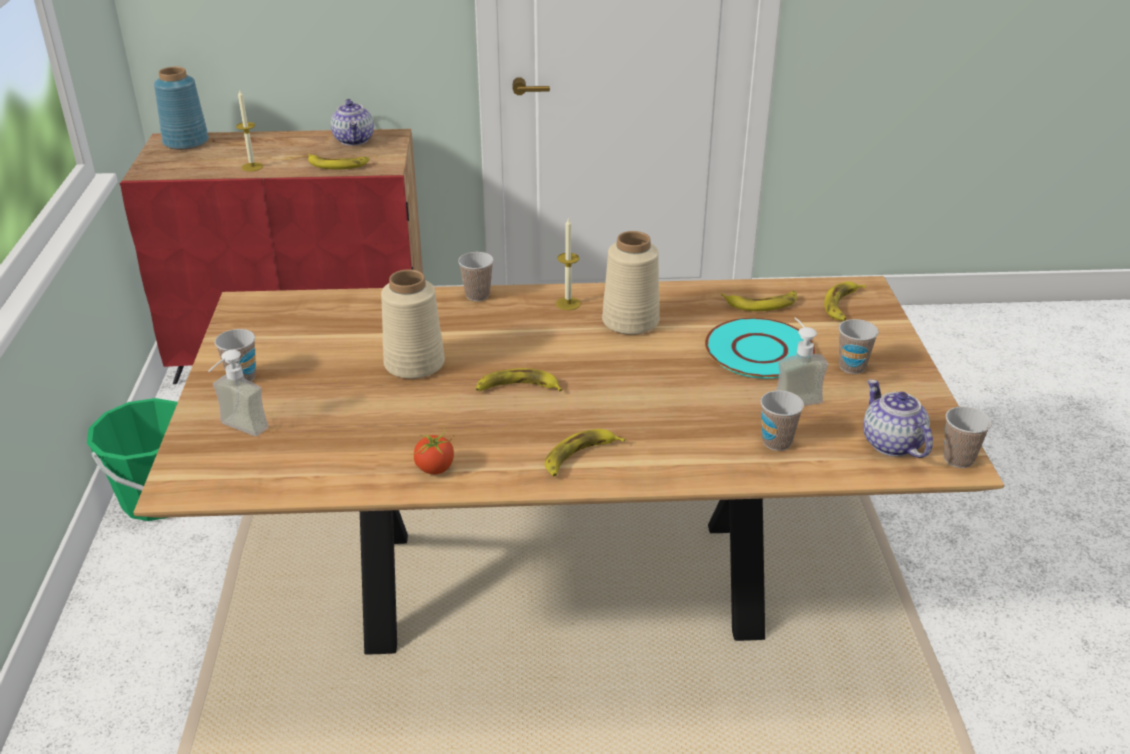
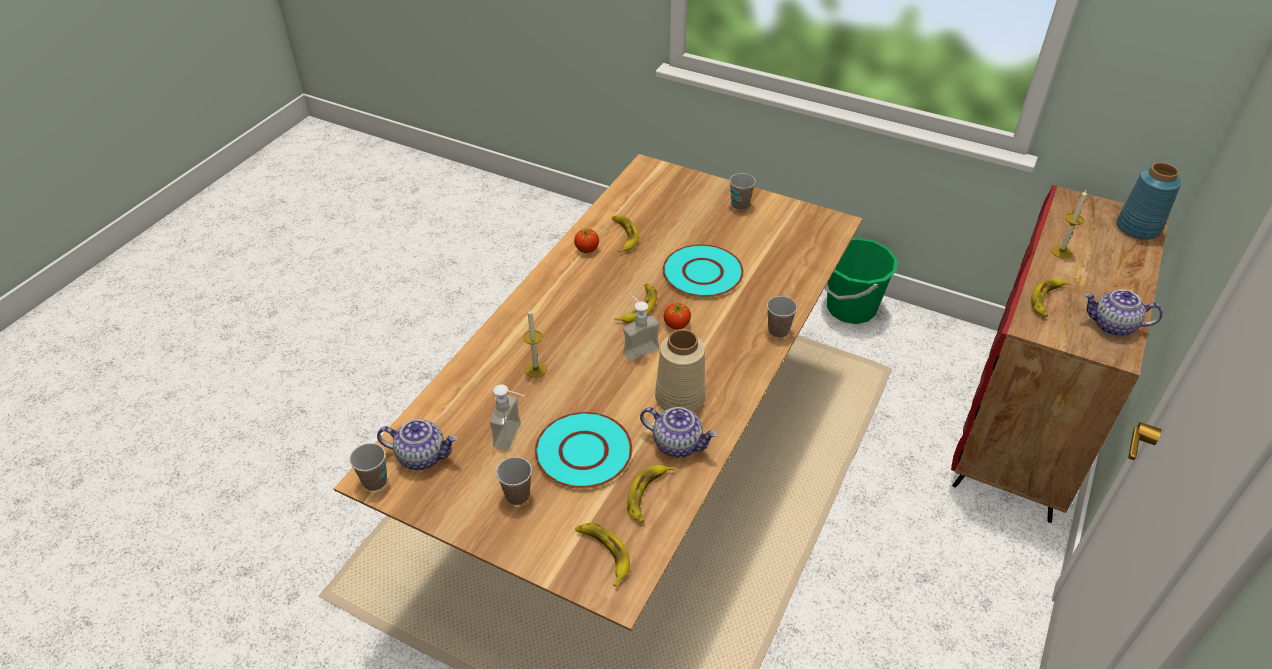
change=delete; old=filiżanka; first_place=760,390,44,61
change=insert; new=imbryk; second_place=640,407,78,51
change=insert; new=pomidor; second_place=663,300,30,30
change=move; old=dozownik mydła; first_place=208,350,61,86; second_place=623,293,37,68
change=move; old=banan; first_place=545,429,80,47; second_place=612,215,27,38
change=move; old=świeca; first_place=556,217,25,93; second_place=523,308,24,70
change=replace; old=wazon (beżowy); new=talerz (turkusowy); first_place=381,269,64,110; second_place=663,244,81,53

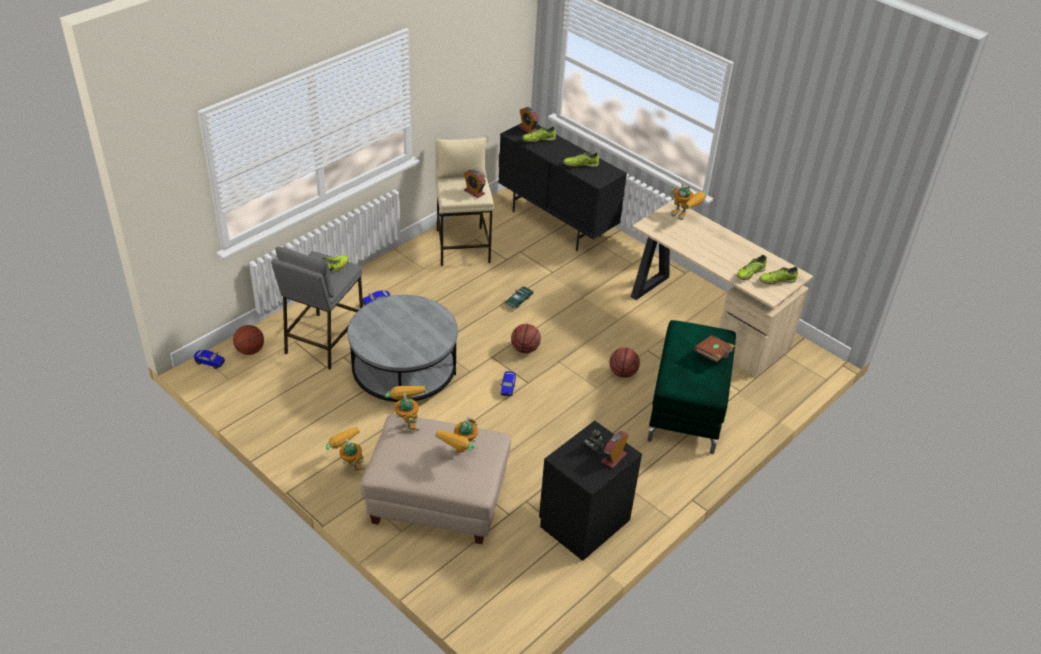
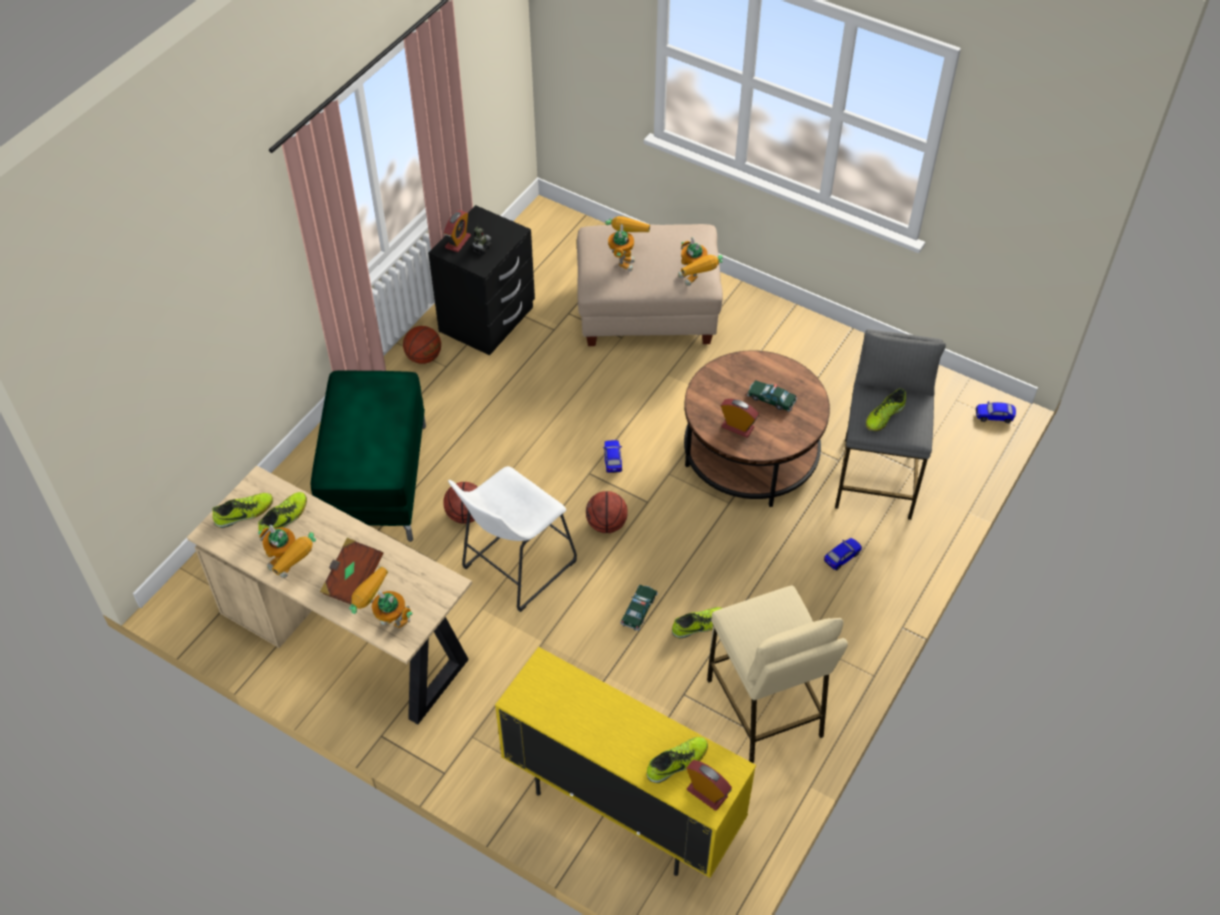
change=insert; new=stołek (biały); second_place=448,466,129,146
change=insert; new=samochodzik; second_place=747,380,50,32
change=move; old=piłka do koszykówki; first_place=233,325,31,30; second_place=403,326,38,38
change=move; old=robot zabawkowy; first_place=326,427,39,44; second_place=258,525,58,53
change=move; old=budzik; first_place=464,170,22,28; second_place=721,399,38,39
change=move; old=but; first_place=563,152,36,15; second_place=672,607,50,31
change=move; old=książka (brązowy); first_place=693,335,42,28; second_place=320,538,63,67
change=recolor; old=ława (szary); new=ława (brązowy); first_place=348,295,110,107; second_place=684,350,146,157
change=recolor; old=szafka (czarny); new=szafka (żółty); first_place=498,123,129,128; second_place=495,647,261,231

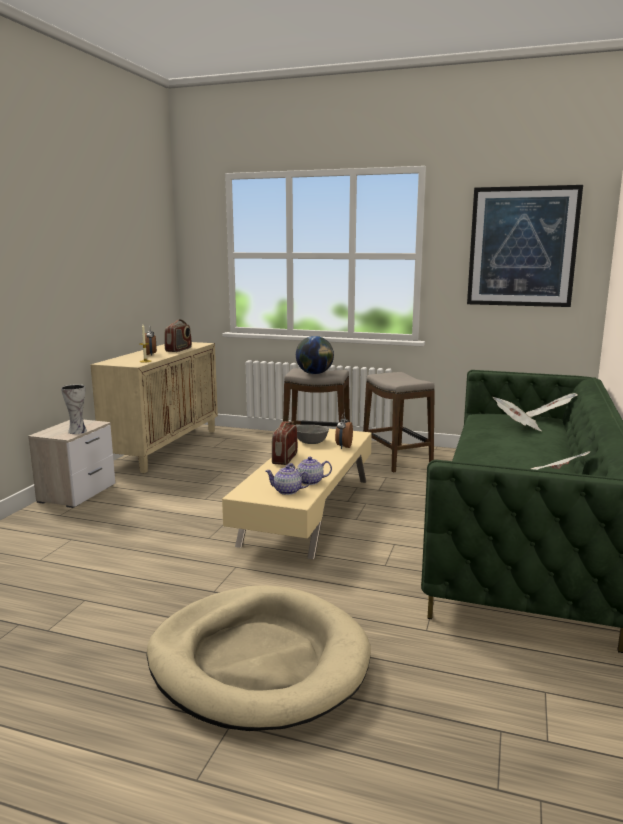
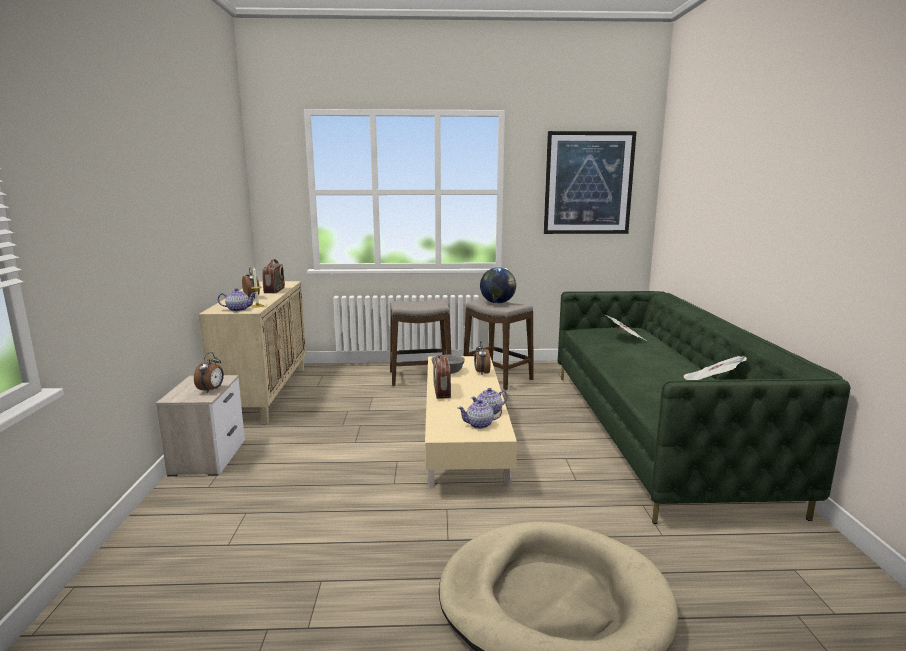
change=delete; old=gazeta; first_place=526,393,52,24
change=insert; new=imbryk; second_place=218,288,38,24
change=move; old=globus; first_place=296,336,38,38; second_place=480,267,36,37
change=replace; old=wazon; new=budzik; first_place=61,384,26,50; second_place=194,352,30,41

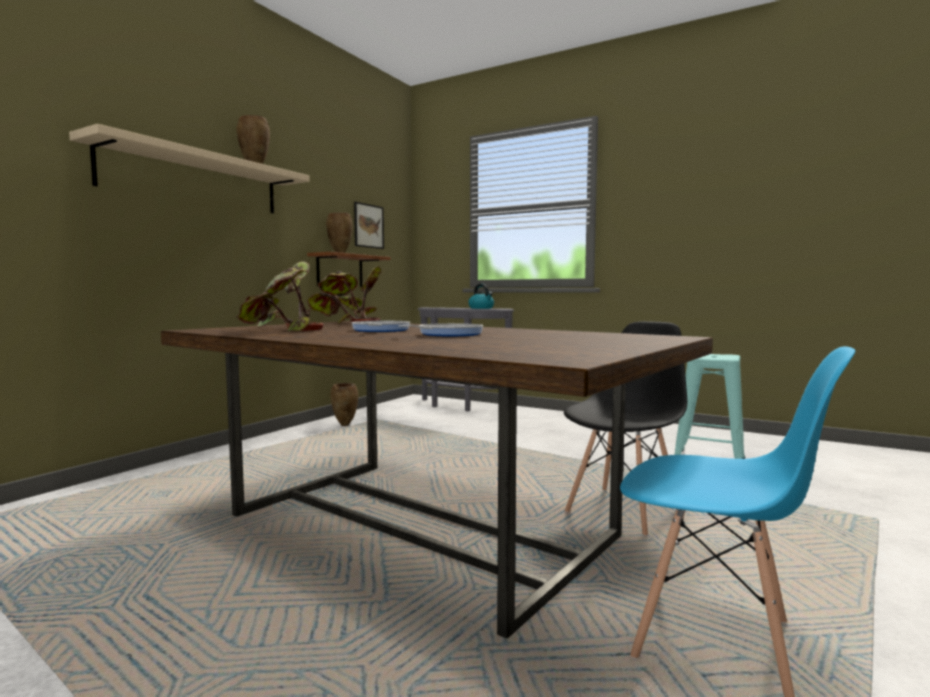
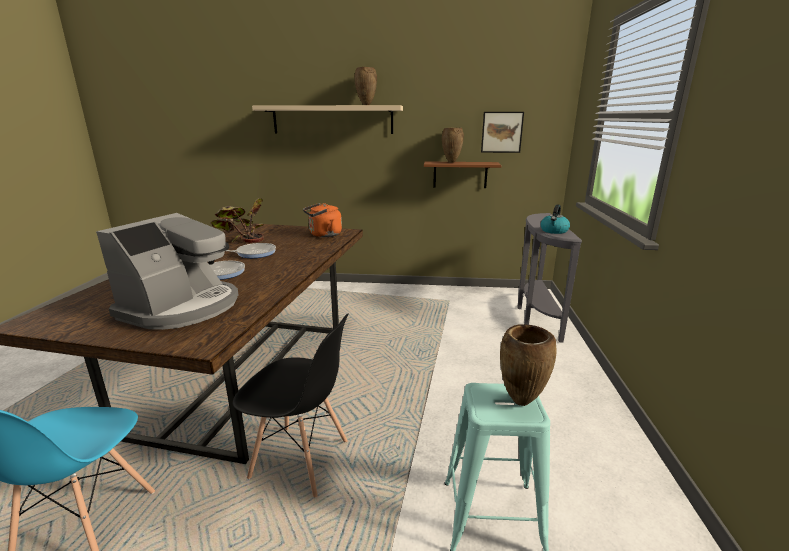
change=insert; new=ekspres do kawy; second_place=96,213,142,117
change=move; old=wazon (brązowy); first_place=331,383,27,43; second_place=500,324,56,82
change=replace; old=roślina doniczkowa; new=czajnik (pomarańczowy); first_place=307,266,75,58; second_place=303,203,39,34

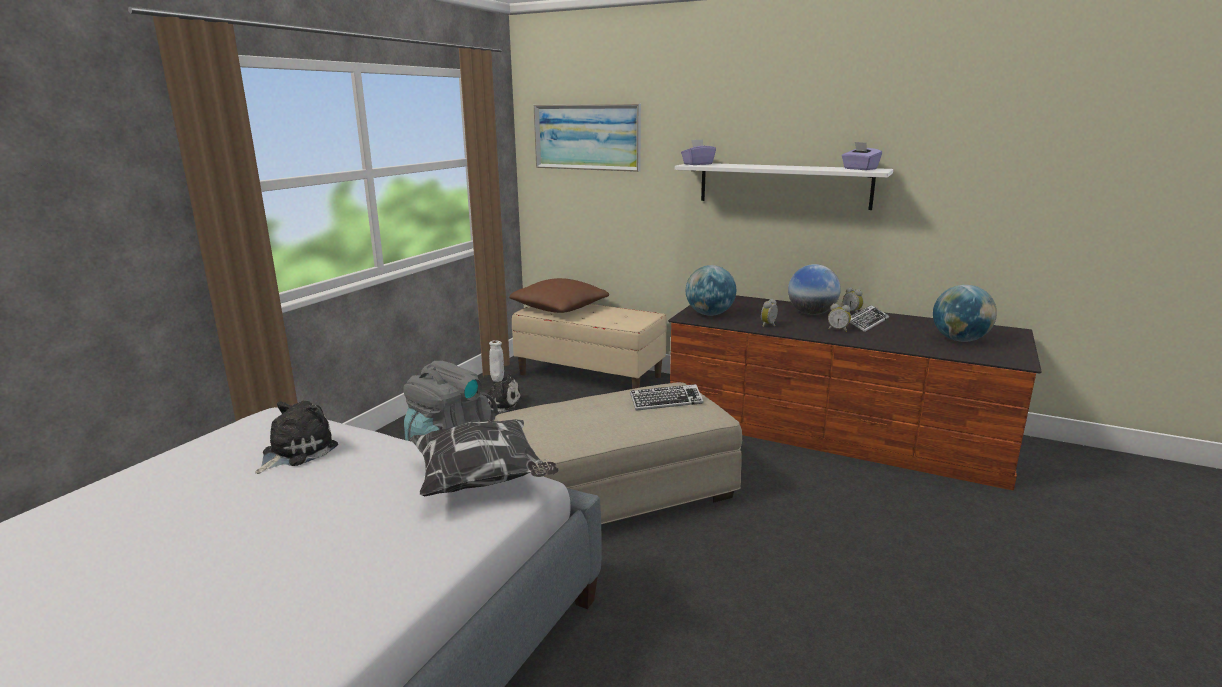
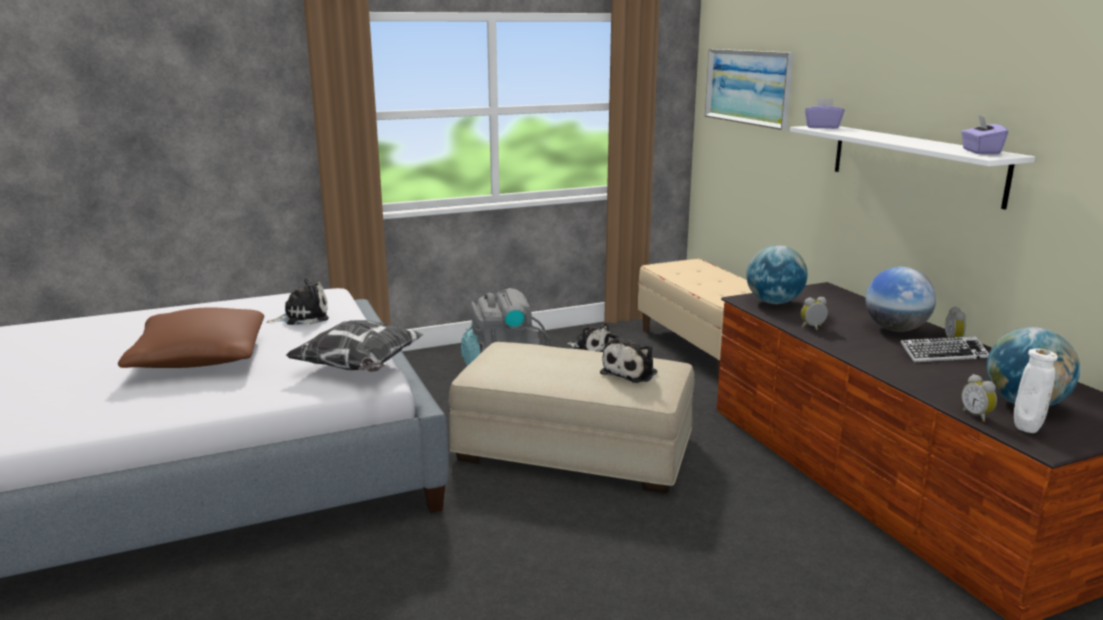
change=move; old=wazon (biały); first_place=489,340,15,42; second_place=1014,349,44,84
change=move; old=poduszka (brązowy); first_place=509,278,100,35; second_place=118,307,146,61
change=move; old=budzik; first_place=828,304,23,28; second_place=962,374,35,48
change=replace; old=klawiatura; new=pluszak; first_place=630,384,74,27; second_place=600,332,57,51

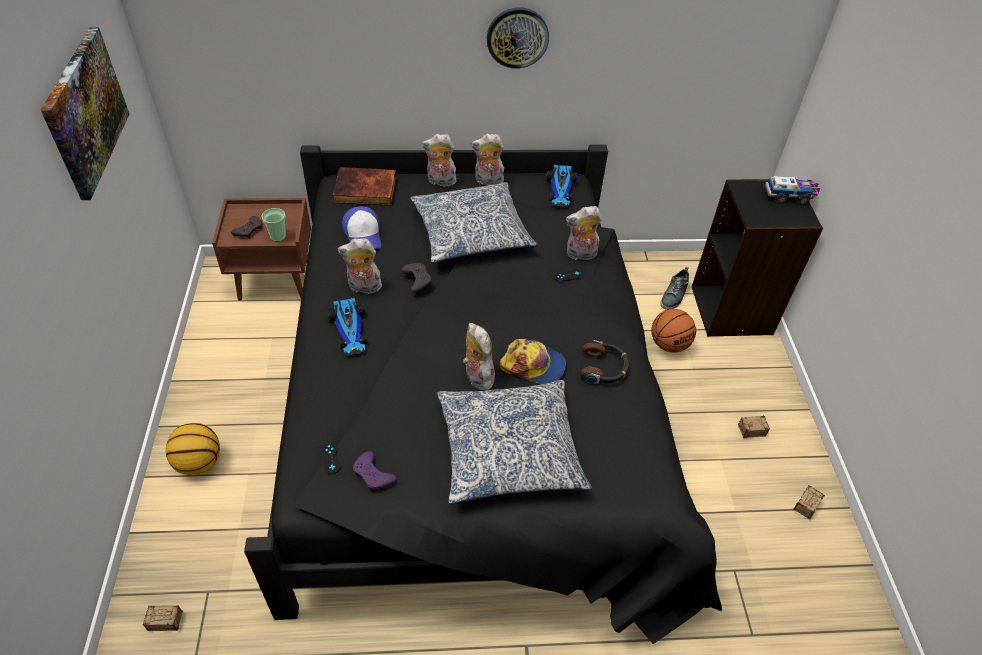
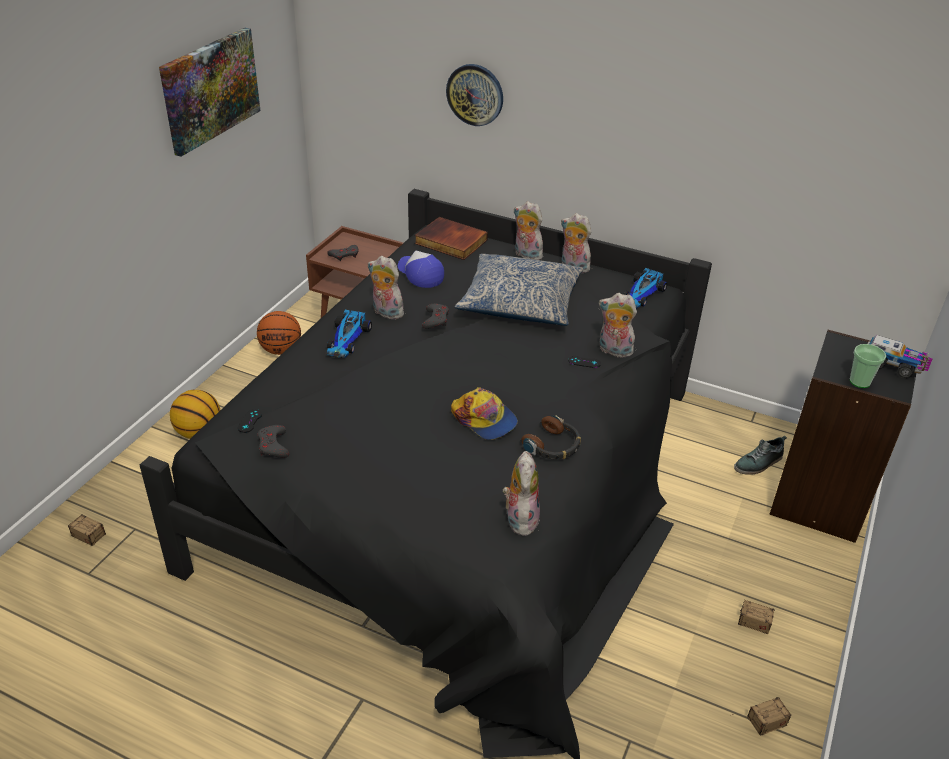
change=delete; old=poduszka; first_place=437,380,155,124
change=move; old=filiżanka; first_place=261,208,25,34; second_place=850,344,36,44
change=move; old=pluszak; first_place=463,323,32,67; second_place=503,451,37,85
change=move; old=zegar ścienny; first_place=487,7,62,61; second_place=446,64,57,62
change=move; old=piłka do koszykówki; first_place=651,309,45,44; second_place=257,311,44,44
change=recolor; old=pad do gier (fioletowy); new=pad do gier (szary); first_place=353,451,44,39; second_place=258,425,31,33
change=rotate; old=czapka z daszkiem; first_place=342,206,39,43; second_place=398,251,46,37; degrees=135

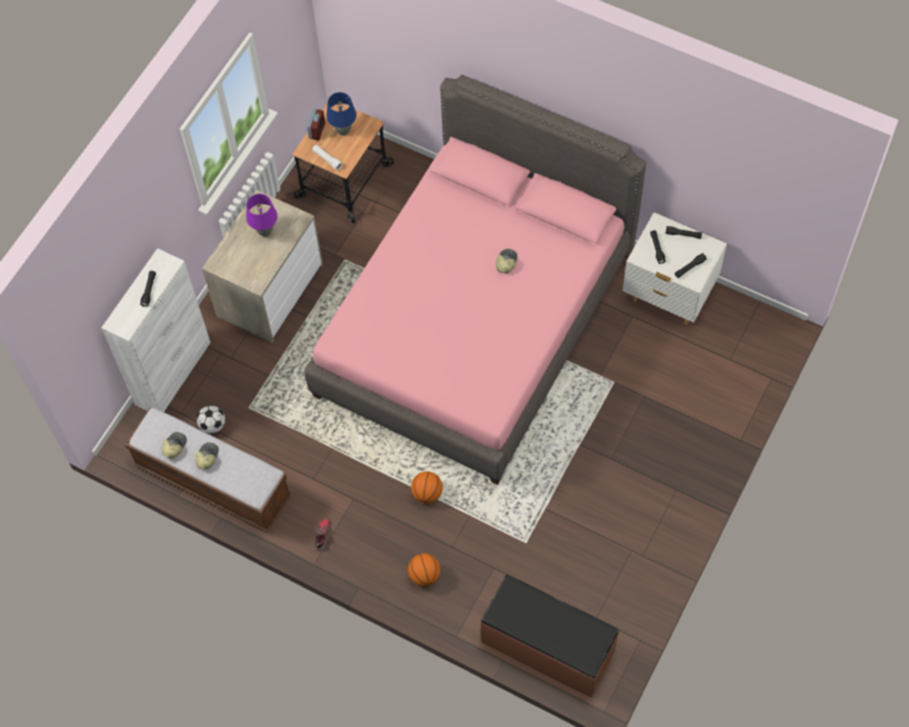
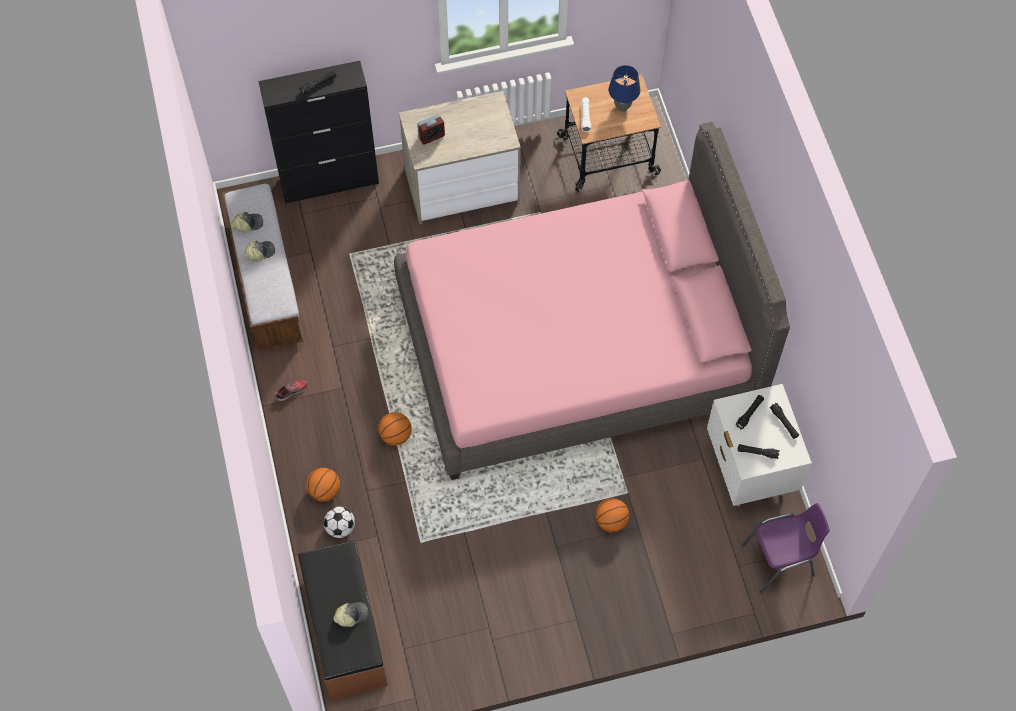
change=delete; old=lampa stołowa (fioletowy); first_place=246,194,31,43
change=insert; new=piłka do koszykówki; second_place=596,498,34,34
change=insert; new=krzesło (fioletowy); second_place=742,503,88,91
change=move; old=piłka futbolowa; first_place=197,405,28,29; second_place=324,507,31,31
change=move; old=budzik; first_place=307,109,18,32; second_place=417,114,28,31
change=move; old=czapka z daszkiem; first_place=496,249,21,25; second_place=333,602,35,25
change=recolor; old=szafka (biały); new=szafka (czarny); first_place=101,248,110,164; second_place=258,61,121,142

